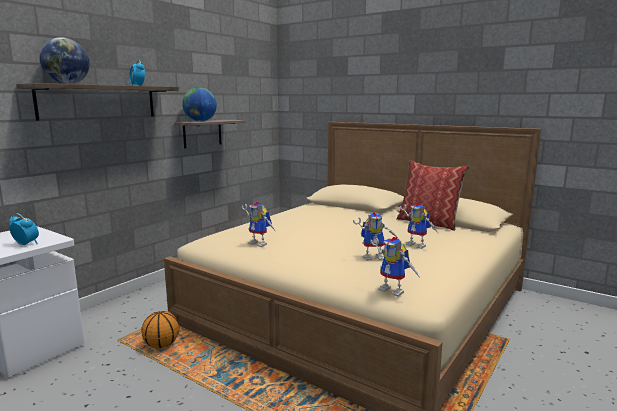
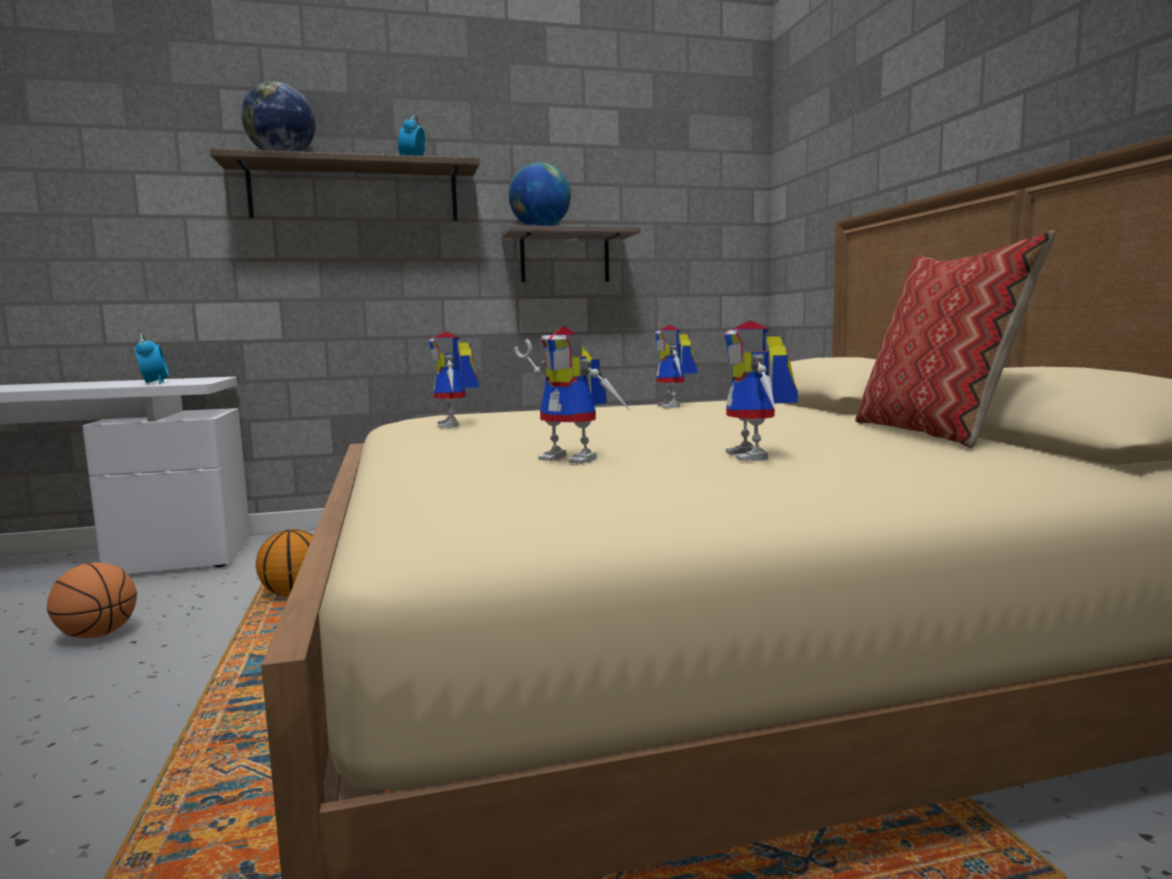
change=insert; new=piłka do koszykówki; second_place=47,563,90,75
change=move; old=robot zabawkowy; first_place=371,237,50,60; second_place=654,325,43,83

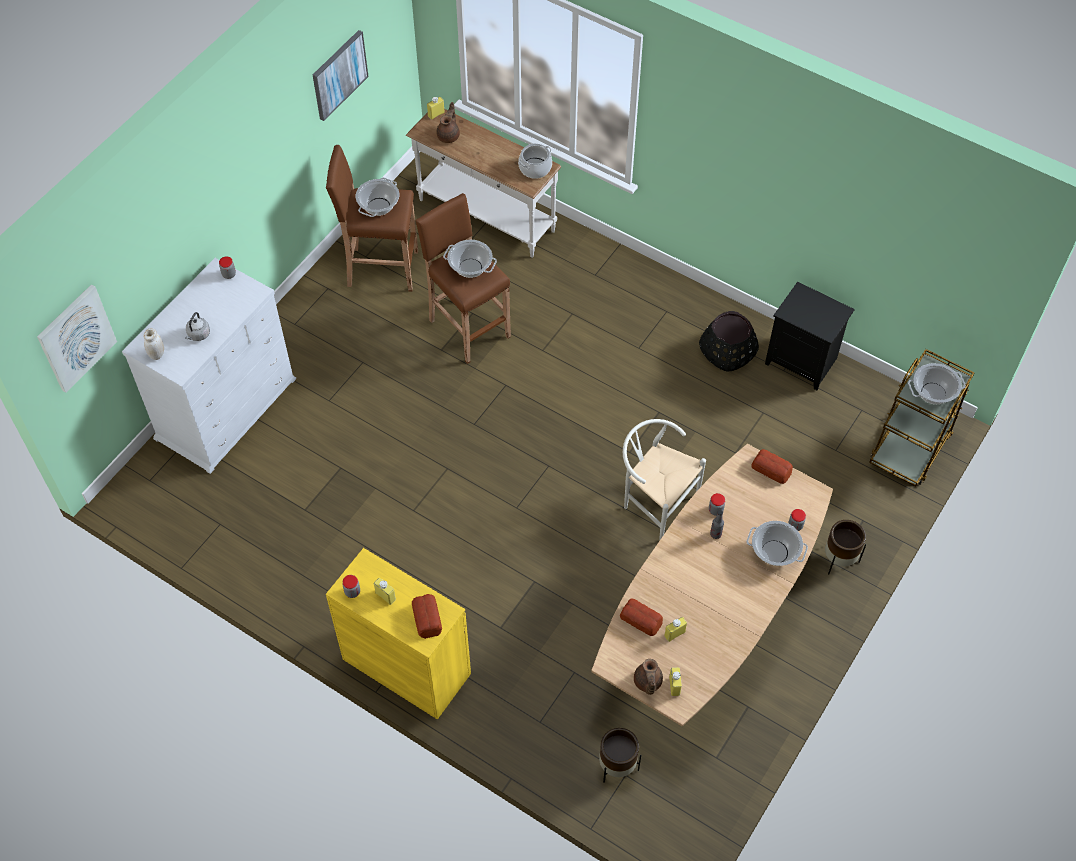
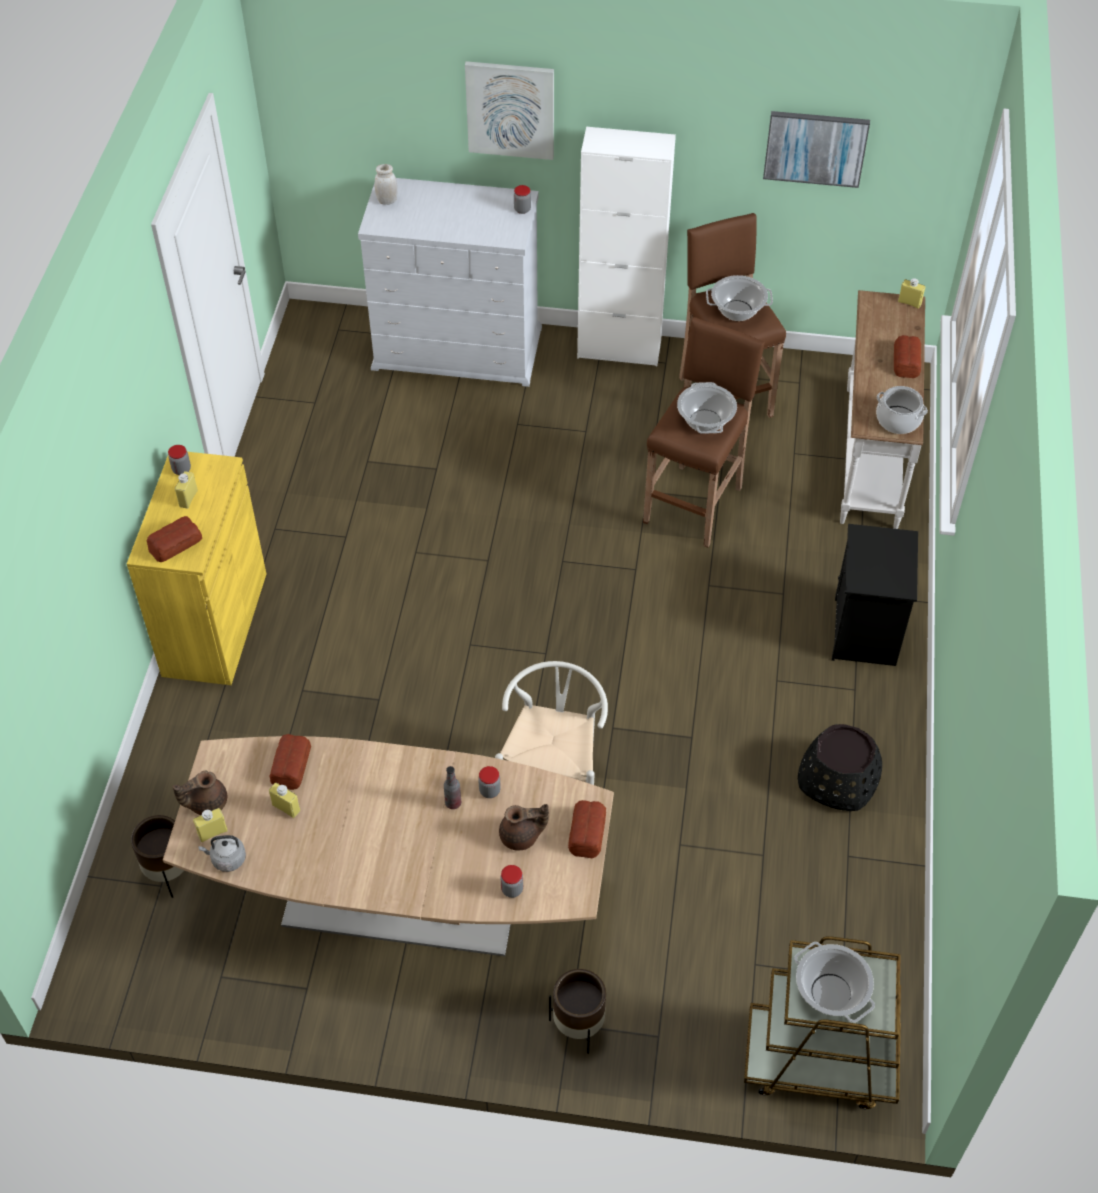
change=delete; old=garnek; first_place=747,521,61,45
change=insert; new=szafka (biały); second_place=577,127,99,239
change=insert; new=chleb; second_place=894,335,27,43
change=move; old=obraz; first_place=37,284,80,109; second_place=465,61,89,99
change=move; old=czajnik (szary); first_place=186,312,24,29; second_place=199,835,47,37
change=move; old=imbryk (brązowy); first_place=437,102,23,41; second_place=499,804,50,46
change=move; old=szafka nocna (czarny); first_place=765,282,90,108; second_place=832,524,86,142

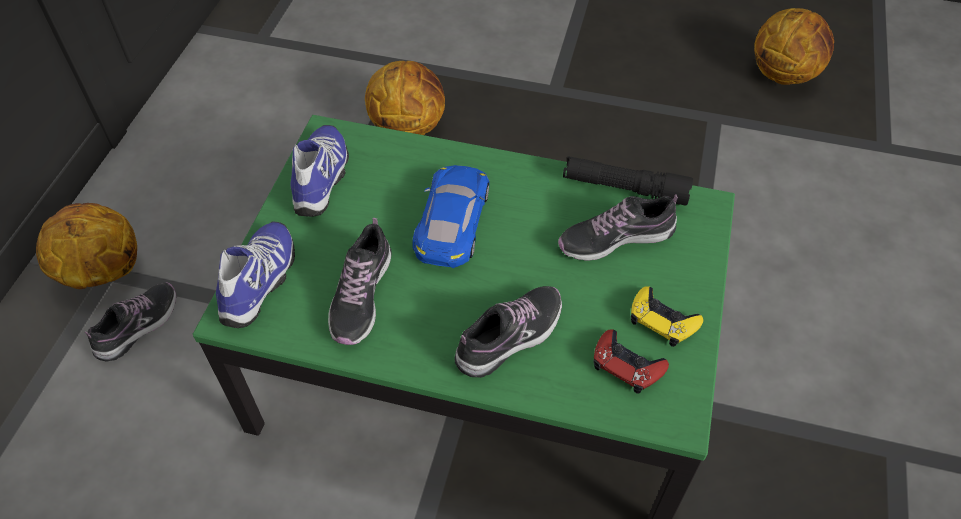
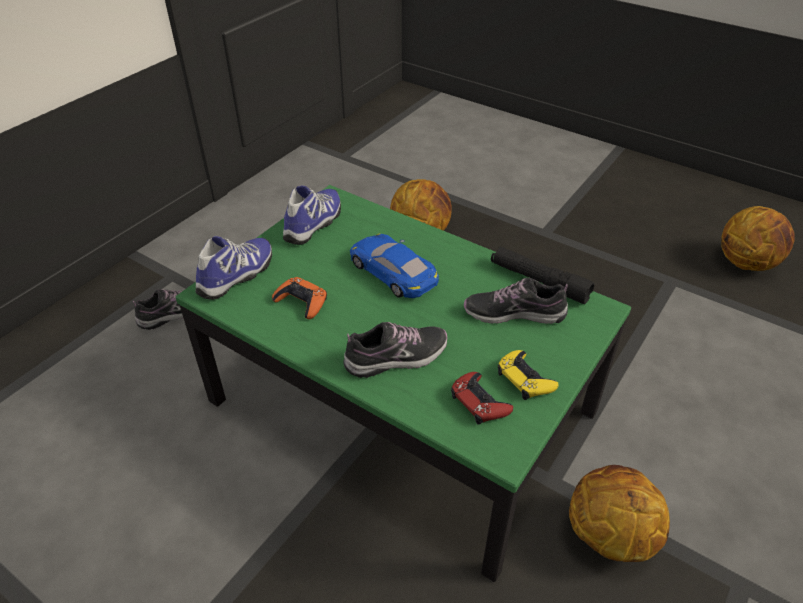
change=move; old=piłka do koszykówki; first_place=36,203,101,86; second_place=569,465,101,97
change=replace; old=but; new=pad do gier (pomarańczowy); first_place=328,218,64,127; second_place=272,277,55,42
change=rotate; old=samochodzik (niebieski); first_place=412,165,78,103; second_place=350,234,89,64; degrees=-75

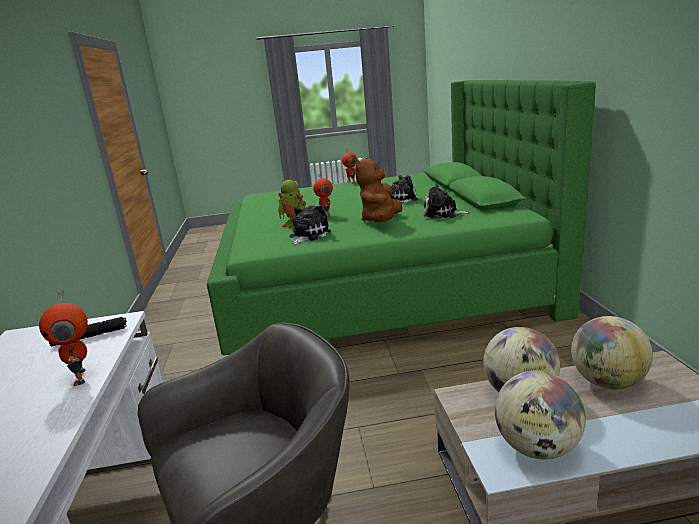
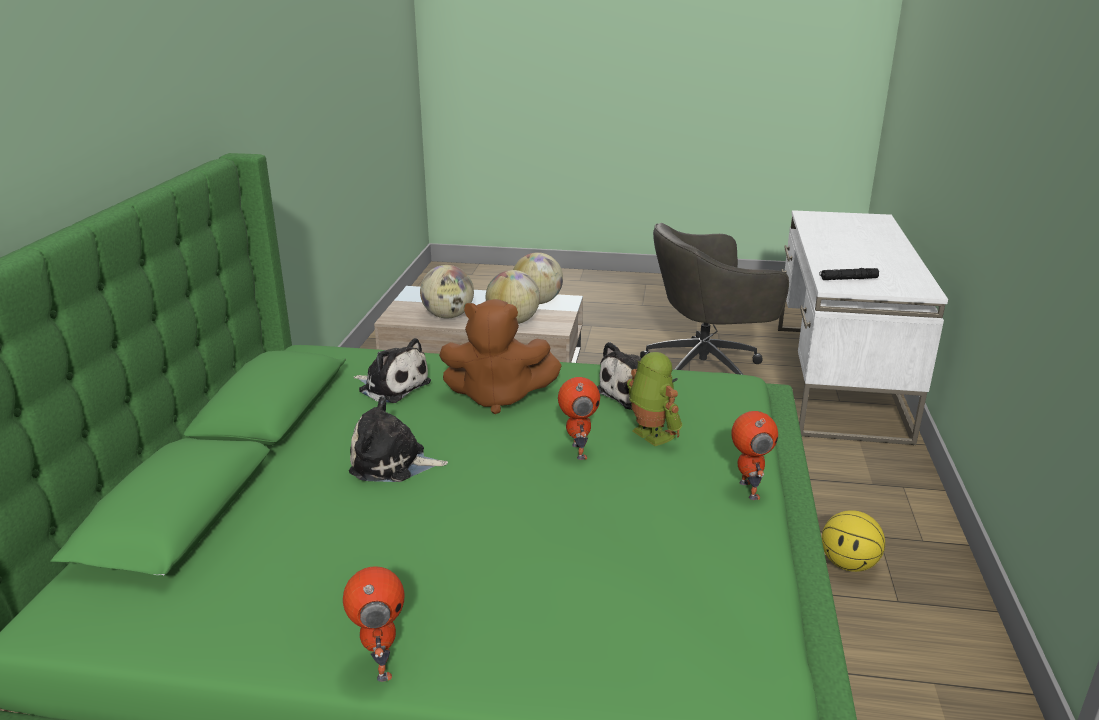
change=insert; new=piłka do koszykówki; second_place=822,510,63,62
change=move; old=robot zabawkowy; first_place=39,290,49,96; second_place=731,411,47,89
change=rotate; old=pluszak (brązowy); first_place=355,157,48,65; second_place=439,299,123,115; degrees=60

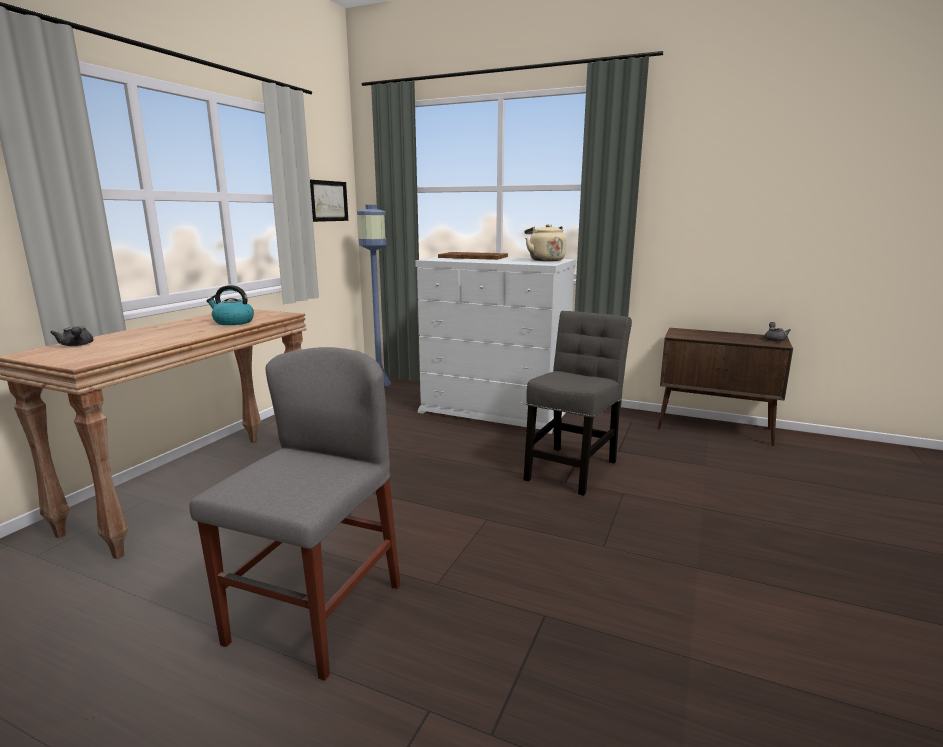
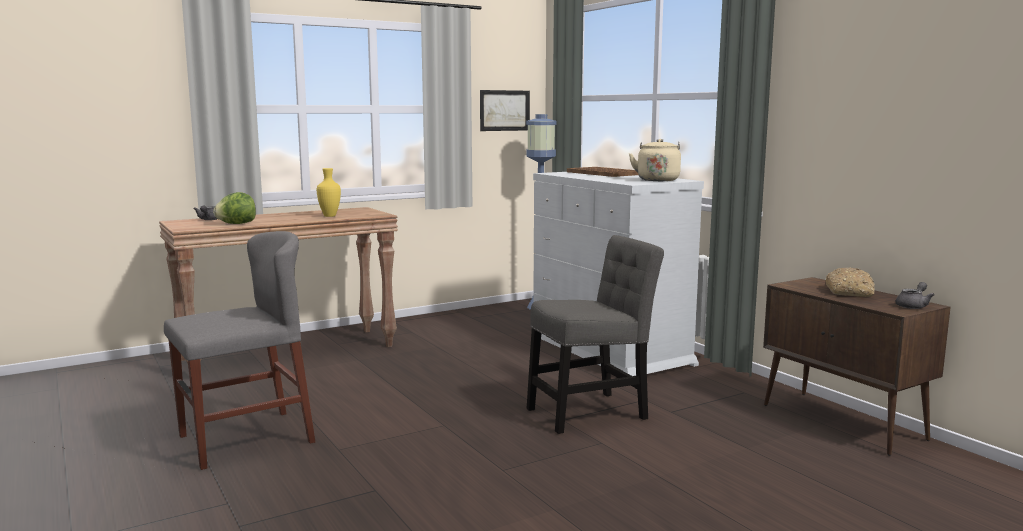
change=insert; new=sałata; second_place=213,192,43,32
change=insert; new=chleb; second_place=825,267,50,30
change=replace; old=czajnik; new=wazon (żółty); first_place=206,285,48,40; second_place=317,168,24,49

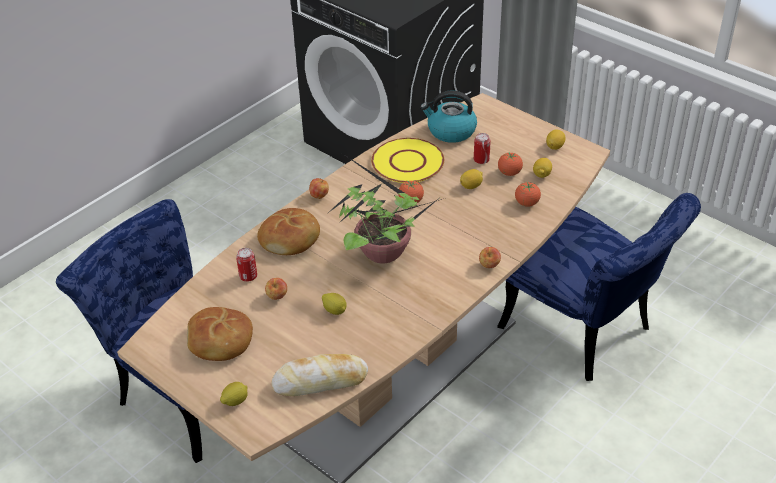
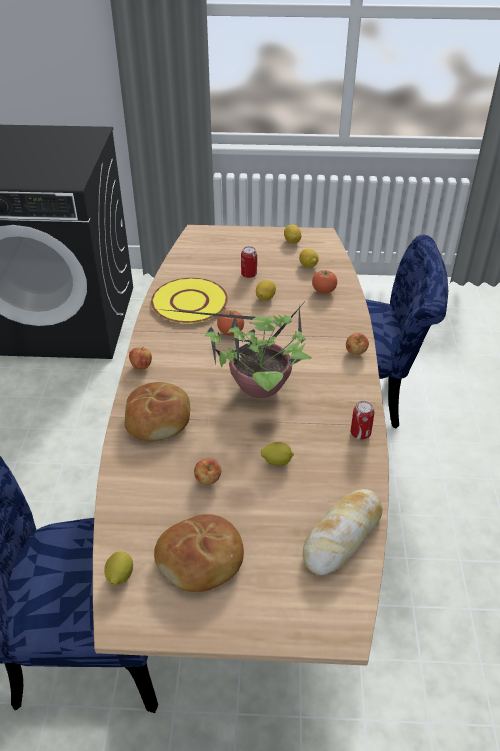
change=delete; old=czajnik; first_place=420,91,57,52
change=delete; old=pomidor; first_place=498,152,25,24
change=move; old=cytryna; first_place=220,382,28,24; second_place=104,551,29,35
change=move; old=puszka; first_place=236,248,21,34; second_place=351,401,24,38

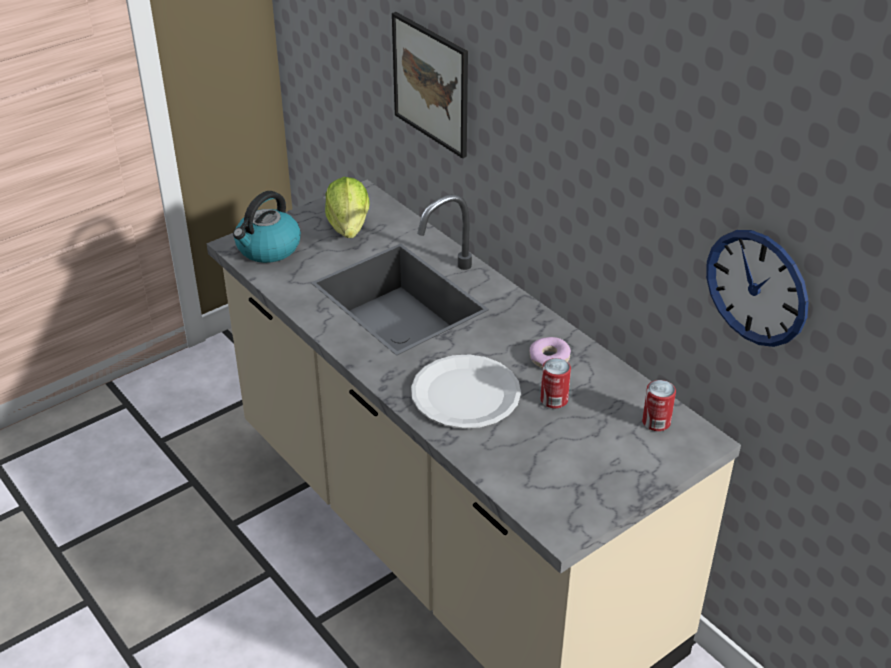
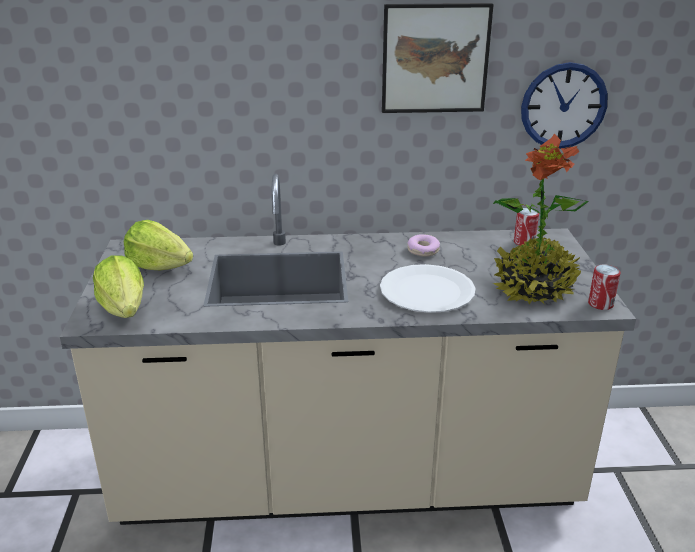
change=insert; new=roślina doniczkowa; second_place=493,134,96,171
change=move; old=obraz; first_place=392,12,76,147; second_place=382,3,112,110
change=move; old=puszka; first_place=541,358,30,50; second_place=588,265,33,45
change=replace; old=czajnik; new=sałata; first_place=233,191,68,72; second_place=93,256,51,62

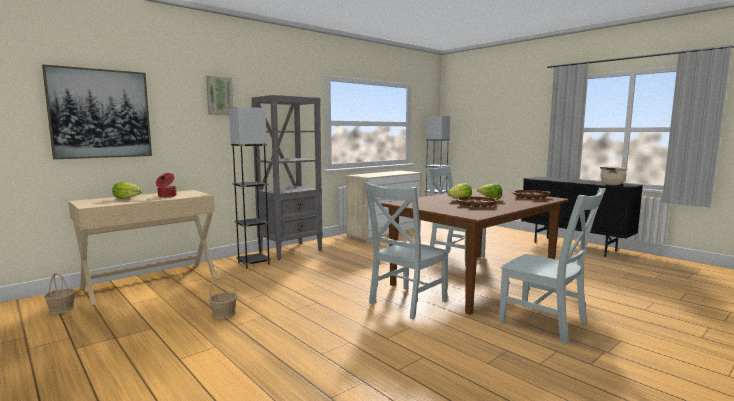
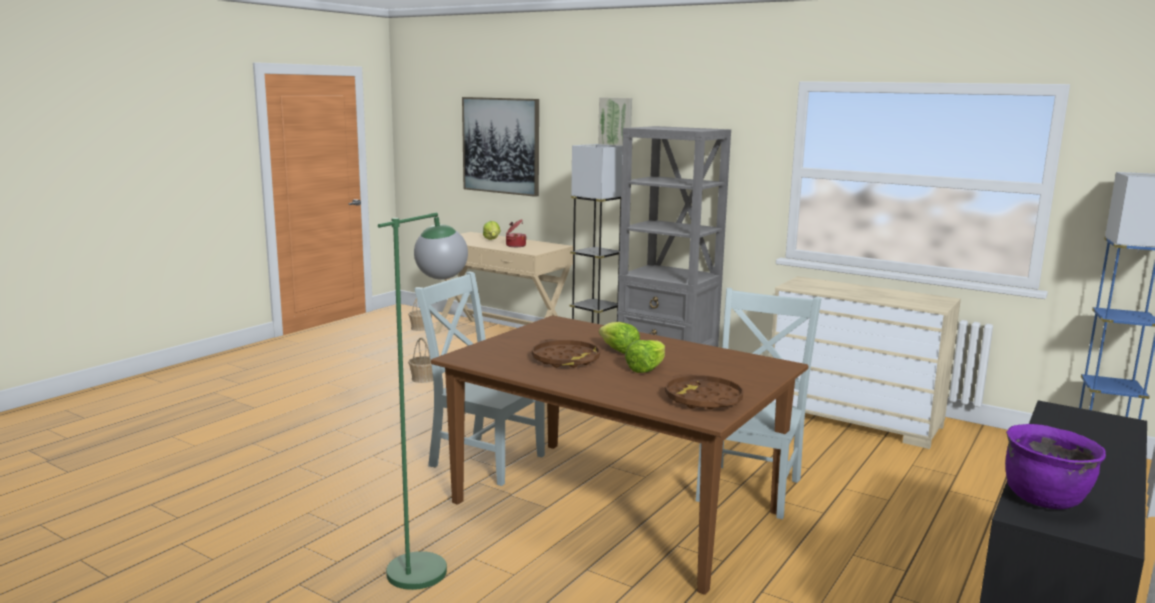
change=replace; old=krzesło (szary); new=lampa stojąca (zielony); first_place=499,188,107,156; second_place=378,212,90,378
change=recolor; old=garnek (beżowy); new=garnek (fioletowy); first_place=600,167,28,18; second_place=1005,424,101,85

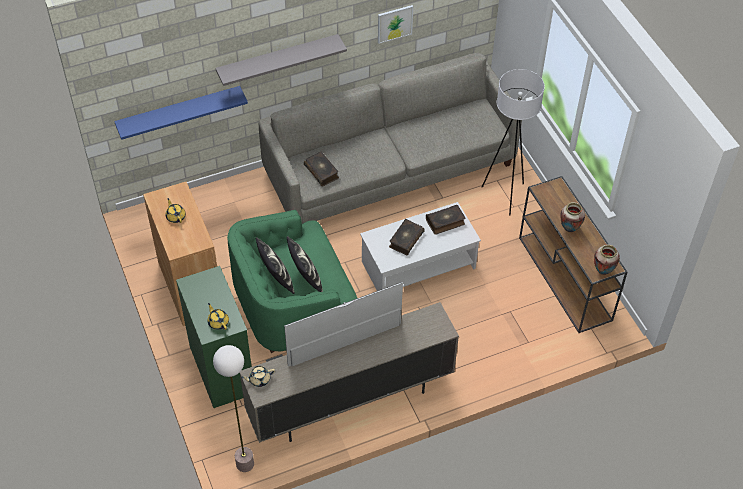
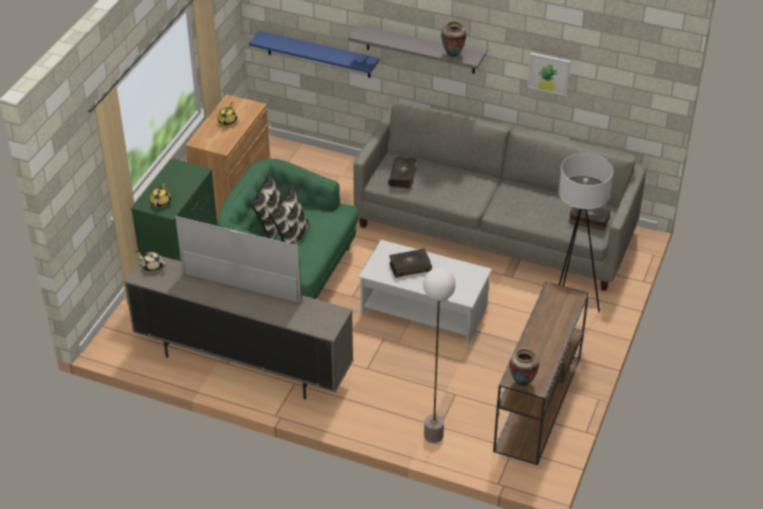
change=move; old=lampa stojąca; first_place=213,345,41,127; second_place=423,268,33,175
change=move; old=książka; first_place=426,205,40,30; second_place=569,207,41,24
change=move; old=wazon; first_place=560,202,25,30; second_place=441,21,25,36

